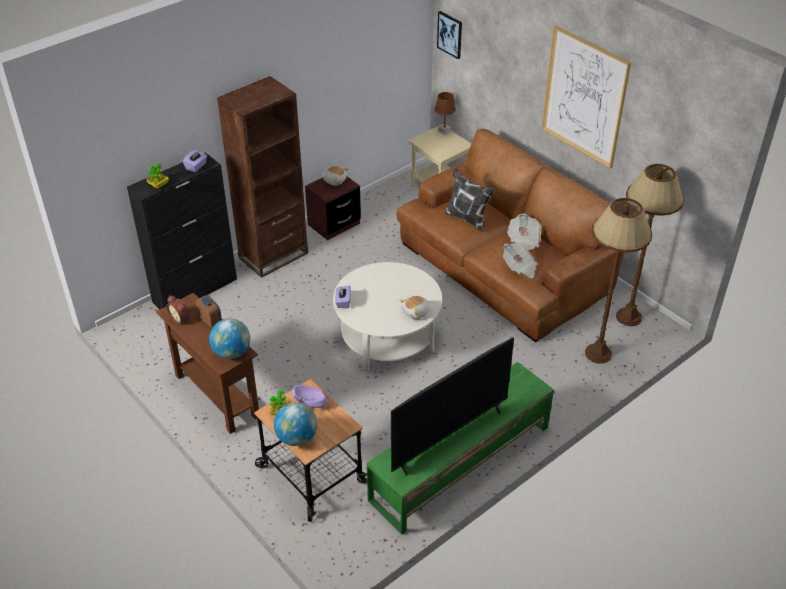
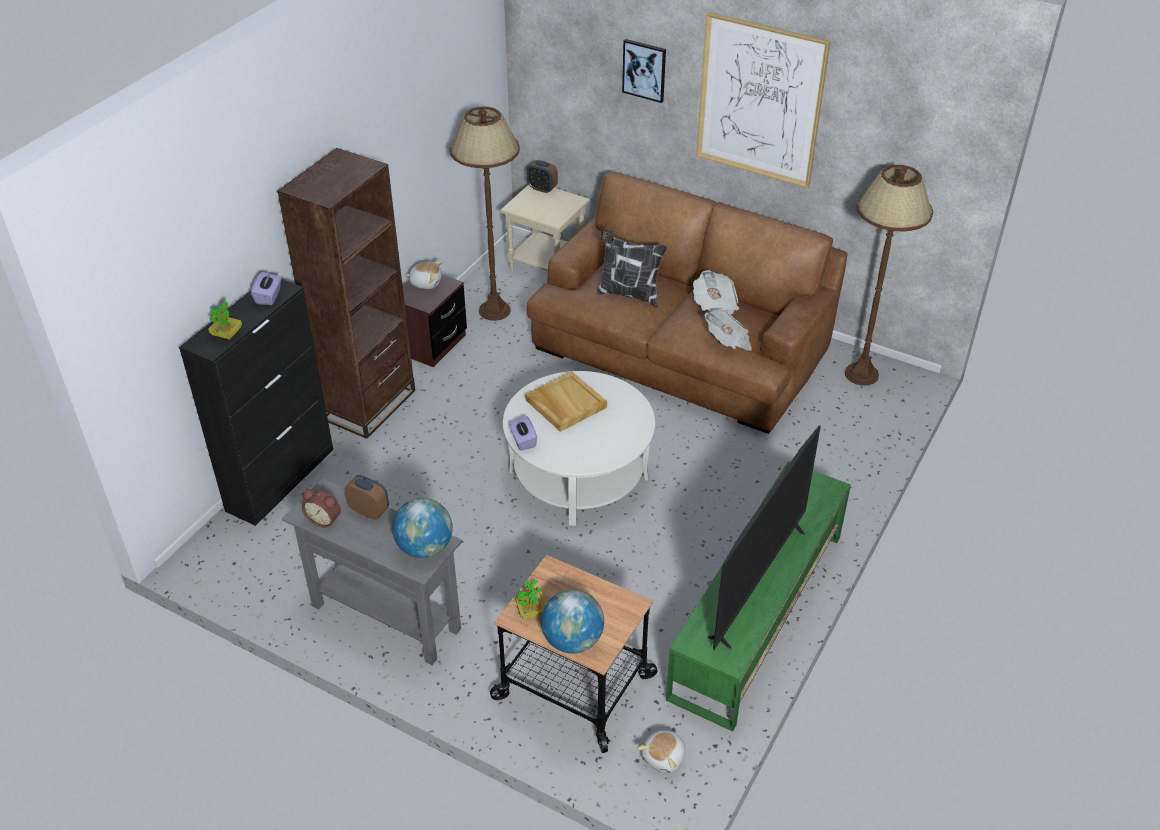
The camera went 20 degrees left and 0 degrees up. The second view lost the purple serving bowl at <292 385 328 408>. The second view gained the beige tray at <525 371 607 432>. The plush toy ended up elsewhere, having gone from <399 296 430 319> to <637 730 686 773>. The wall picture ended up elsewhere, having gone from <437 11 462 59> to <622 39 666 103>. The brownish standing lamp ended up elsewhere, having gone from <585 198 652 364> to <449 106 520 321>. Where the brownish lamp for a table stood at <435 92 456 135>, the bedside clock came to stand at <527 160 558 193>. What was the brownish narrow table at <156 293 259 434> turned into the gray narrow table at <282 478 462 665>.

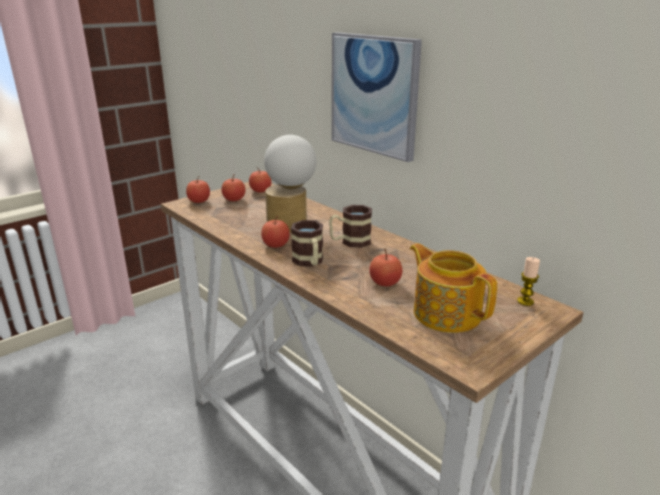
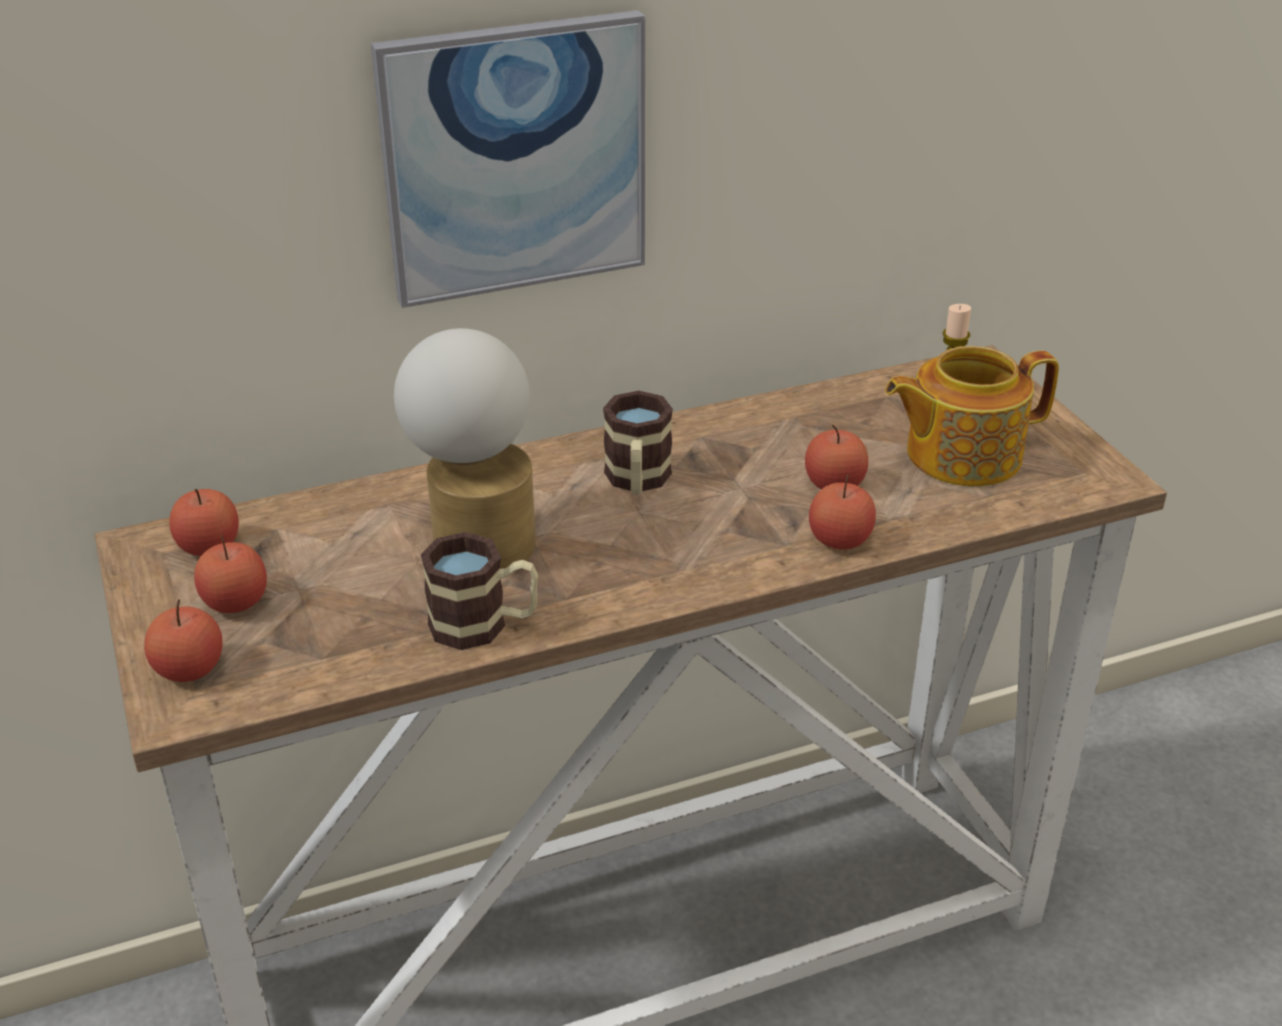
The camera went 70 degrees left and 10 degrees up. The whole apple ended up elsewhere, having gone from <261 216 290 248> to <809 474 876 550>. The tea mug ended up elsewhere, having gone from <291 220 323 267> to <421 532 538 650>.

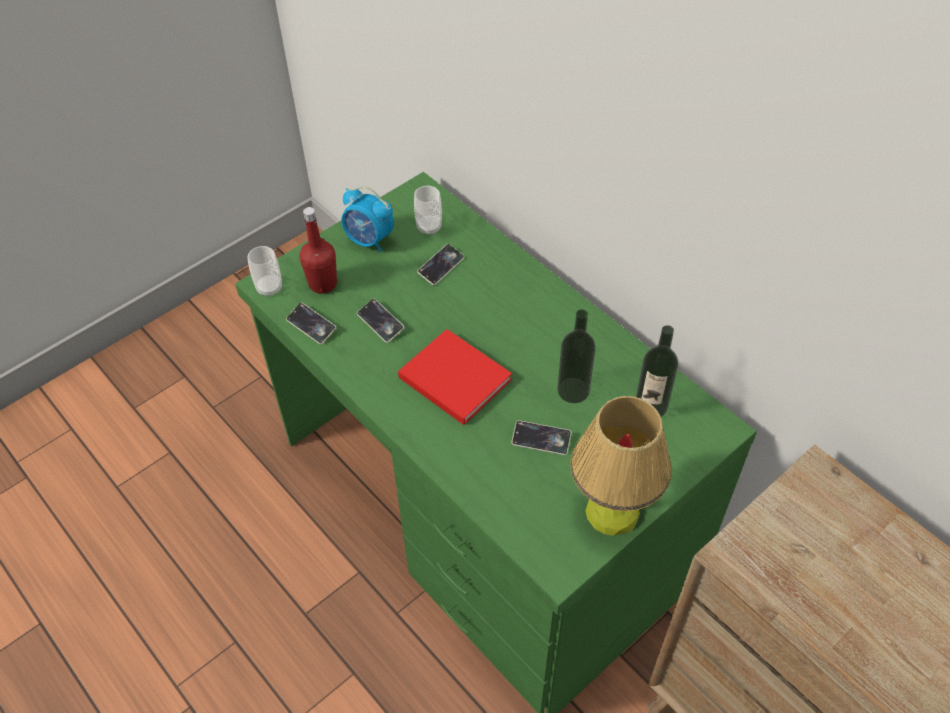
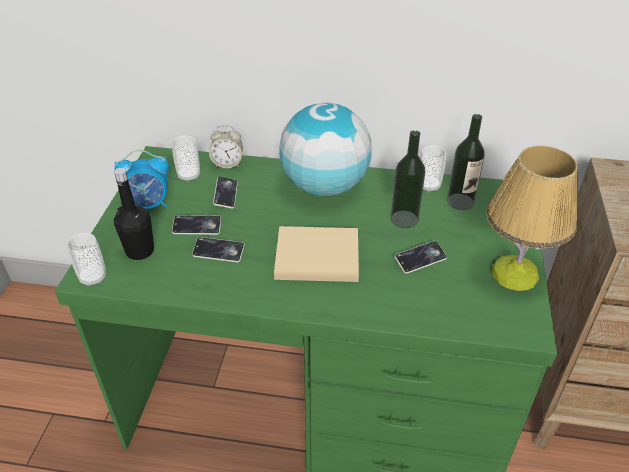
The camera went 40 degrees left and 10 degrees down. The second view gained the bedside clock at <209 125 243 168>. The second view gained the world globe at <279 103 372 196>. The second view gained the cup at <420 145 446 193>. The handset ended up elsewhere, having gone from <286 302 336 344> to <172 215 221 235>. What was the red bottle at <299 207 337 294> turned into the blackish bottle at <114 167 154 260>. What was the red book at <398 329 512 425> turned into the beige book at <274 226 359 282>.

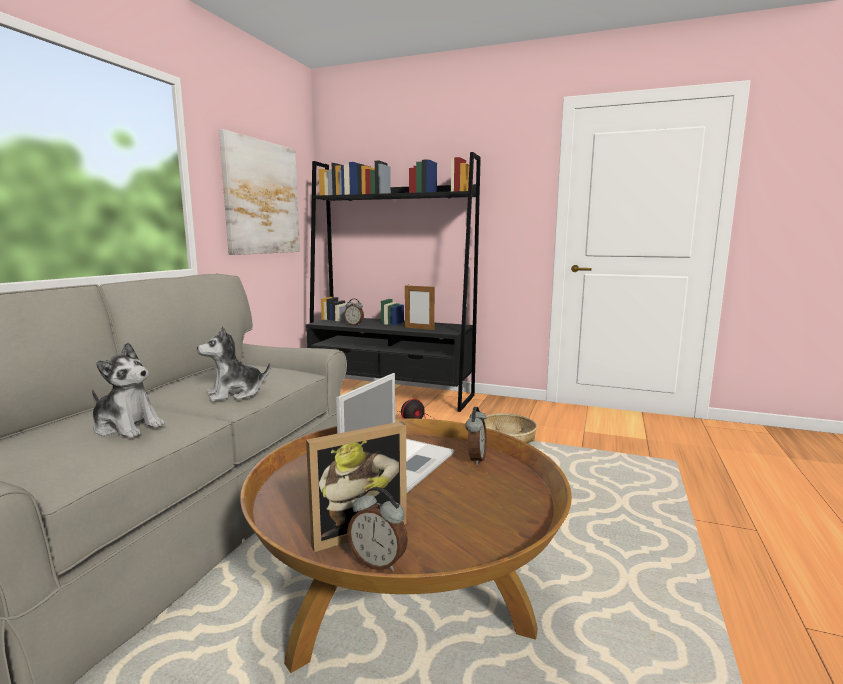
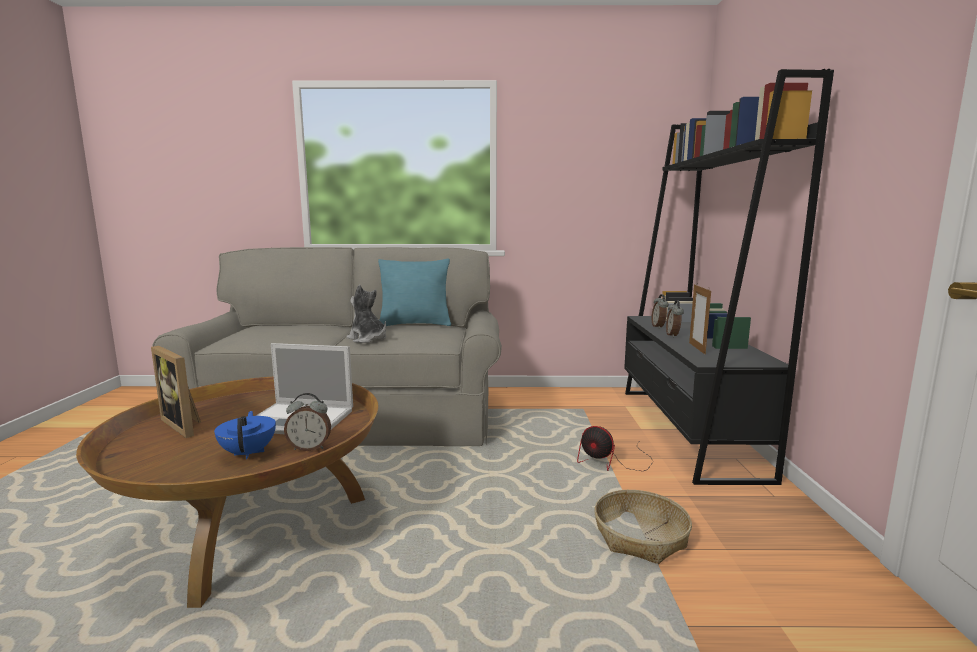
The camera went 70 degrees right and 0 degrees up. The second view lost the plush toy at <92 342 165 438>. The second view lost the wall picture at <219 129 300 255>. The second view gained the blue-coloured tea pot at <214 411 276 459>. The second view gained the blue-green pillow at <378 259 451 326>. The bedside clock ended up elsewhere, having gone from <347 487 408 571> to <666 300 684 338>.

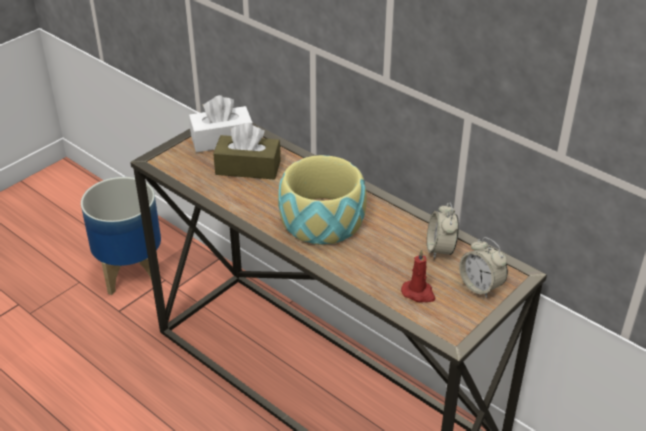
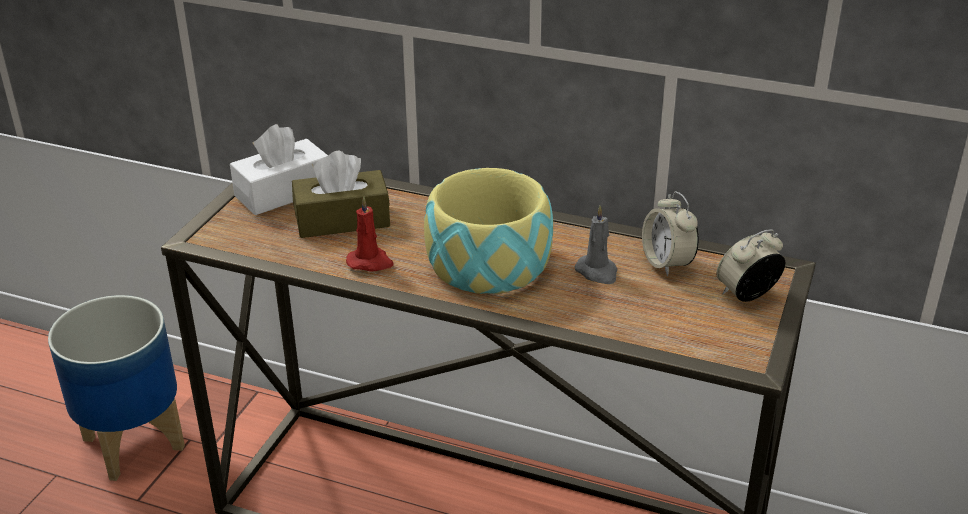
The camera went 20 degrees left and 5 degrees down. The second view gained the gray wax light at <574 205 618 284>. The red wax light ended up elsewhere, having gone from <401 249 435 302> to <346 196 394 272>. The bedside clock at <459 237 508 298> ended up facing another way, 120 degrees clockwise from before.

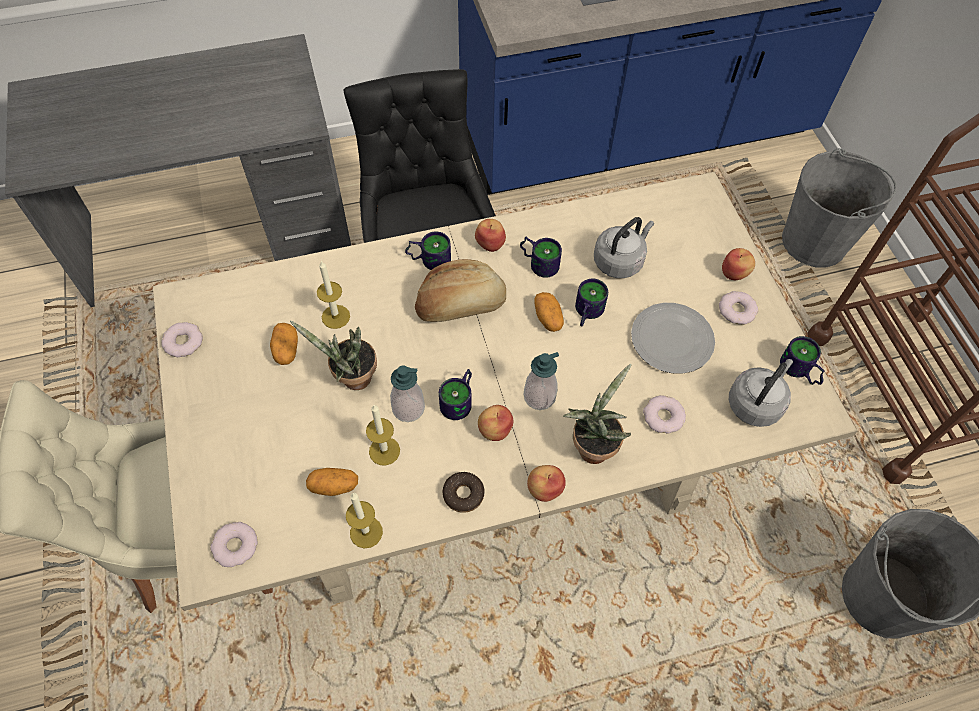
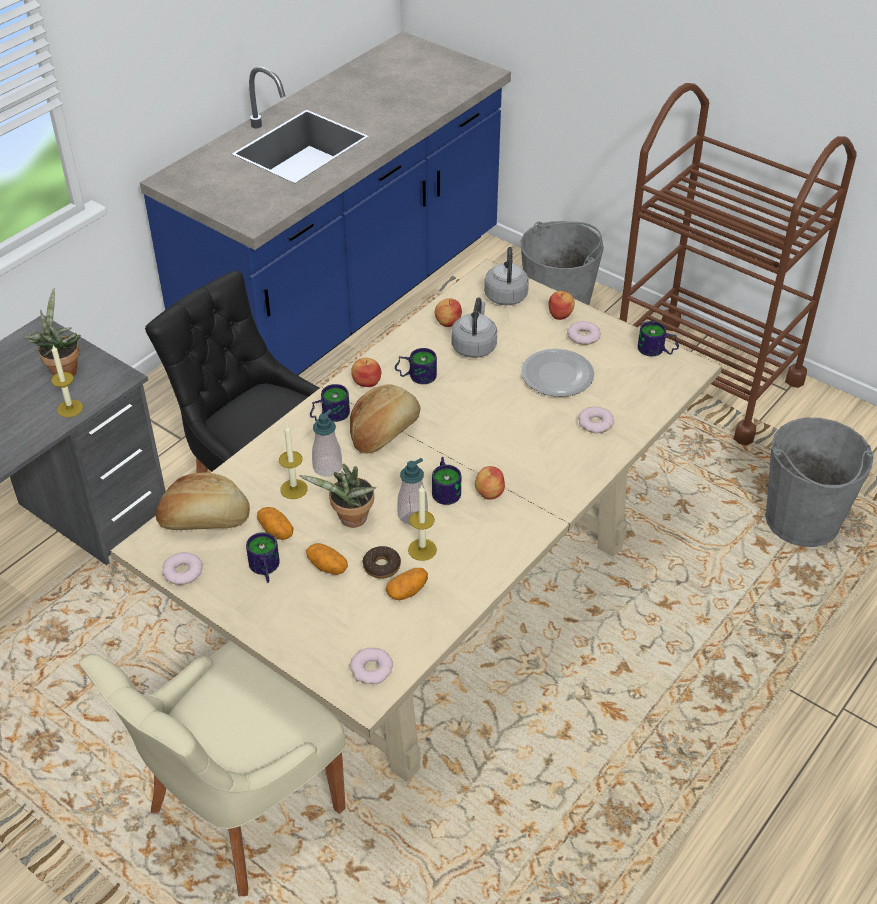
The camera went 35 degrees left and 15 degrees down. The second view gained the bakery bread at <156 472 250 530>. The wax light ended up elsewhere, having gone from <346 493 383 548> to <51 345 83 417>. The donut ended up elsewhere, having gone from <443 472 484 513> to <362 546 401 579>. The liquid soap bottle ended up elsewhere, having gone from <523 352 559 410> to <312 409 342 477>. The whole apple ended up elsewhere, having gone from <527 465 566 502> to <435 298 462 327>. The spud ended up elsewhere, having gone from <534 292 564 332> to <306 543 348 575>. The houseplant ended up elsewhere, having gone from <563 364 632 464> to <23 288 81 376>. The tea mug ended up elsewhere, having gone from <575 279 608 326> to <246 532 280 583>. The gray tea kettle ended up elsewhere, having gone from <729 359 793 427> to <484 247 529 305>.

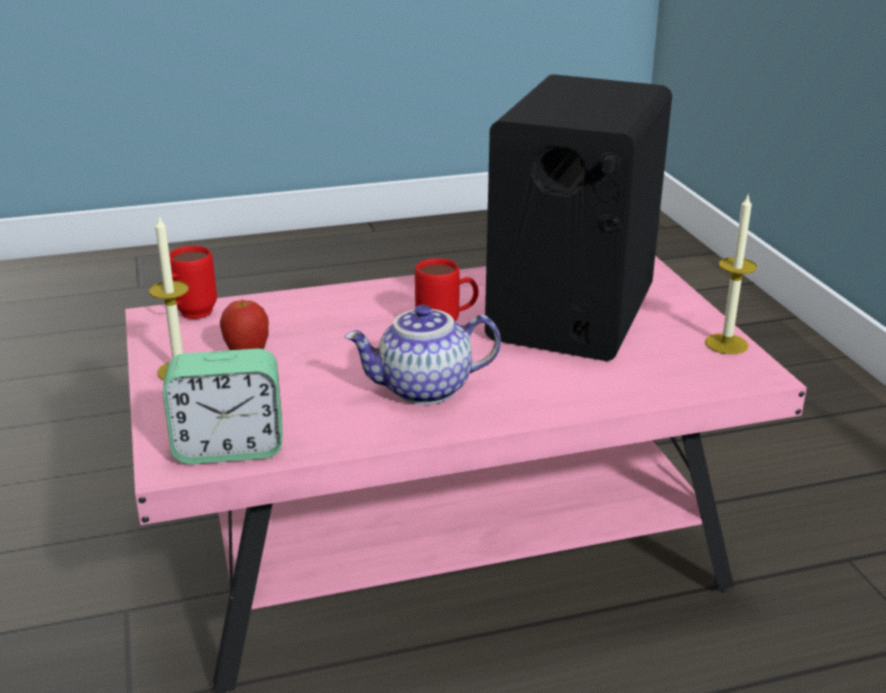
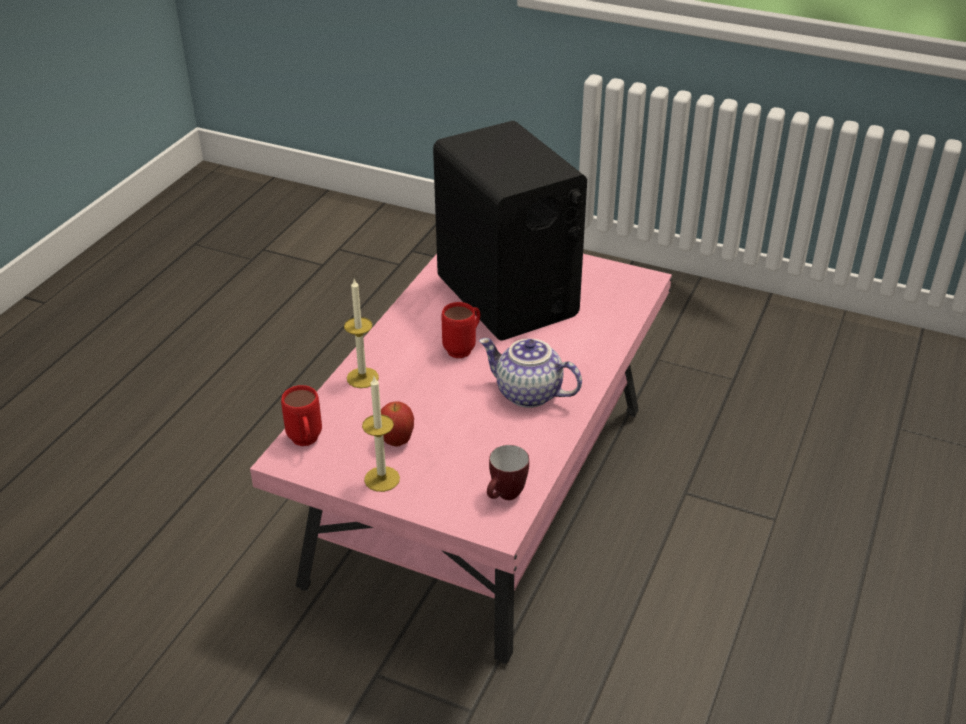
The camera went 50 degrees left and 10 degrees up. The wax light ended up elsewhere, having gone from <705 193 757 354> to <344 279 379 388>. Where the bedside clock stood at <163 348 283 464>, the tea mug came to stand at <487 445 529 500>. The tea pot at <344 305 501 405> ended up facing another way, 90 degrees clockwise from before.

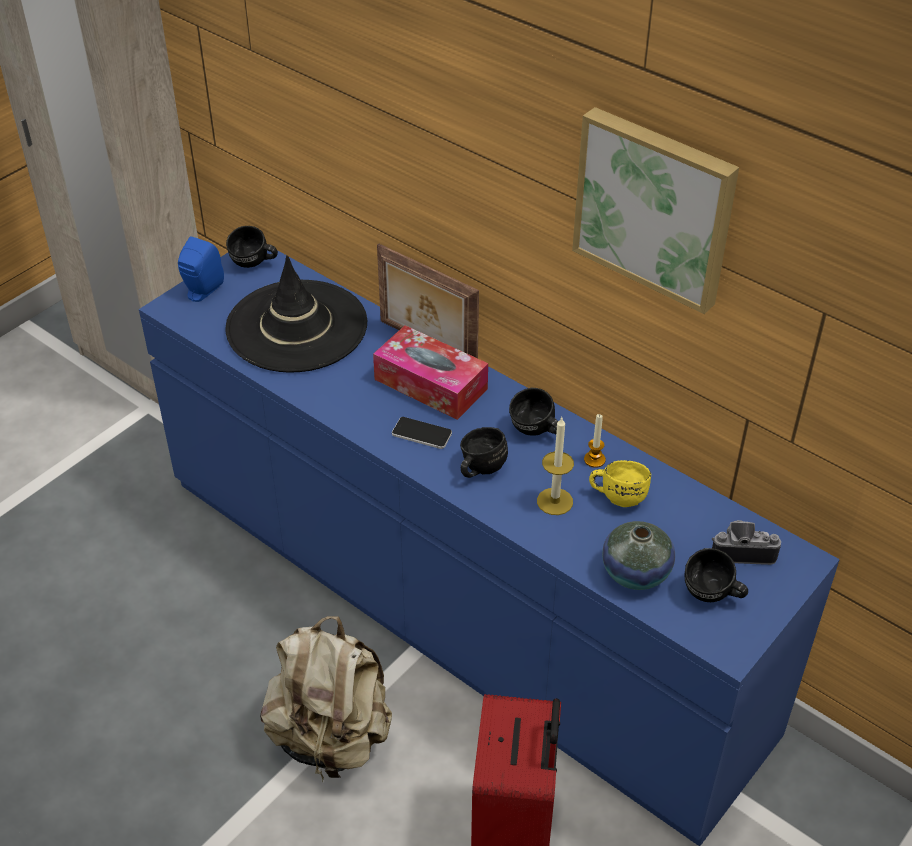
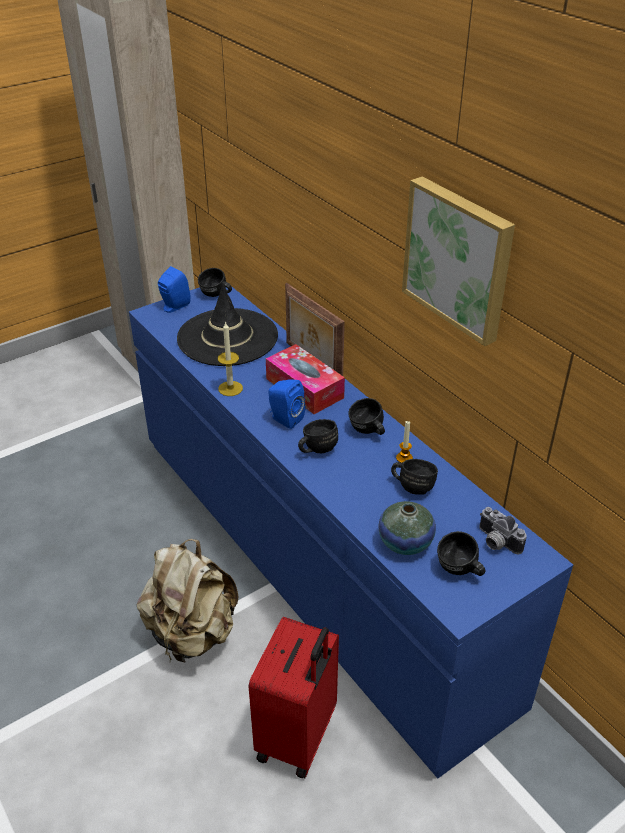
The camera went 15 degrees right and 5 degrees down. The wax light ended up elsewhere, having gone from <537 417 574 515> to <218 321 243 396>. Where the handset stood at <392 417 452 449>, the blue-coloured loudspeaker came to stand at <268 379 305 429>. What was the yellow-coloured tea mug at <589 460 651 507> turned into the blackish tea mug at <391 459 438 495>. The photo camera at <712 520 781 565> ended up facing another way, 150 degrees counterclockwise from before.

